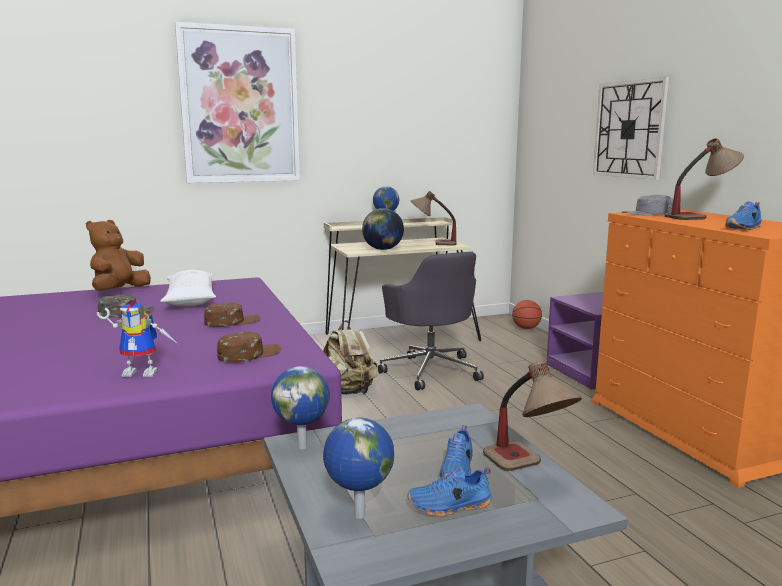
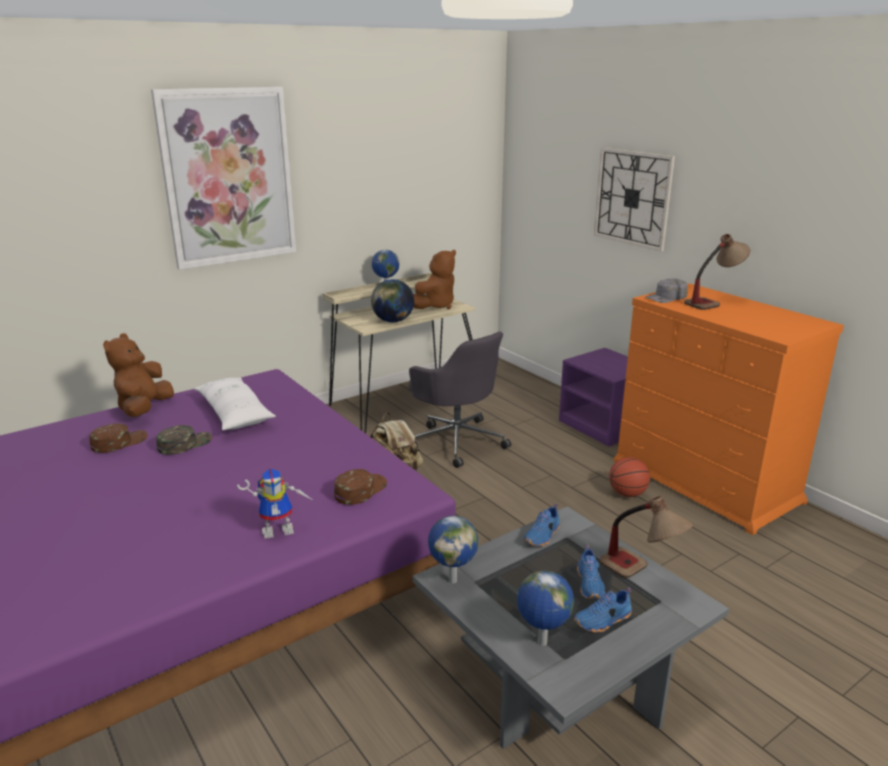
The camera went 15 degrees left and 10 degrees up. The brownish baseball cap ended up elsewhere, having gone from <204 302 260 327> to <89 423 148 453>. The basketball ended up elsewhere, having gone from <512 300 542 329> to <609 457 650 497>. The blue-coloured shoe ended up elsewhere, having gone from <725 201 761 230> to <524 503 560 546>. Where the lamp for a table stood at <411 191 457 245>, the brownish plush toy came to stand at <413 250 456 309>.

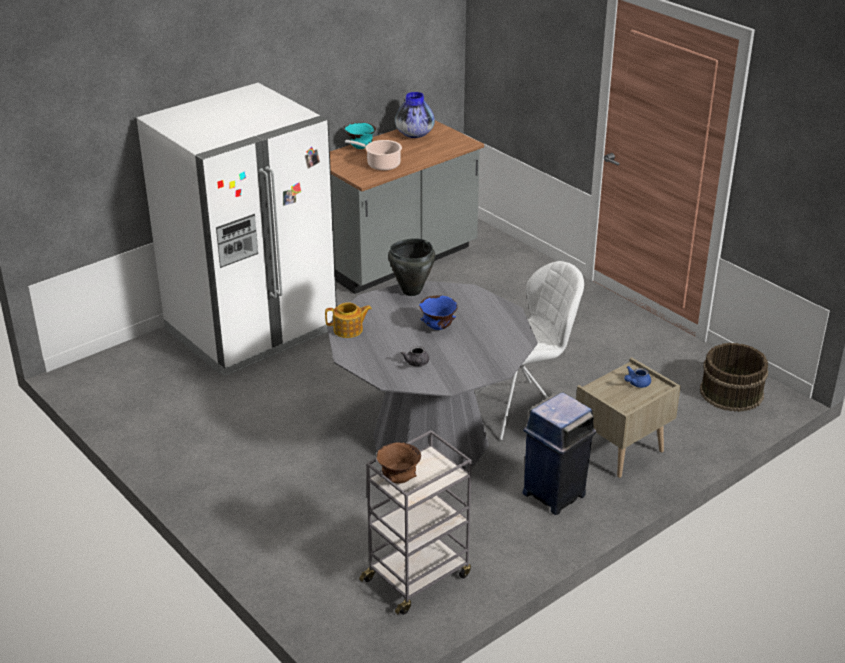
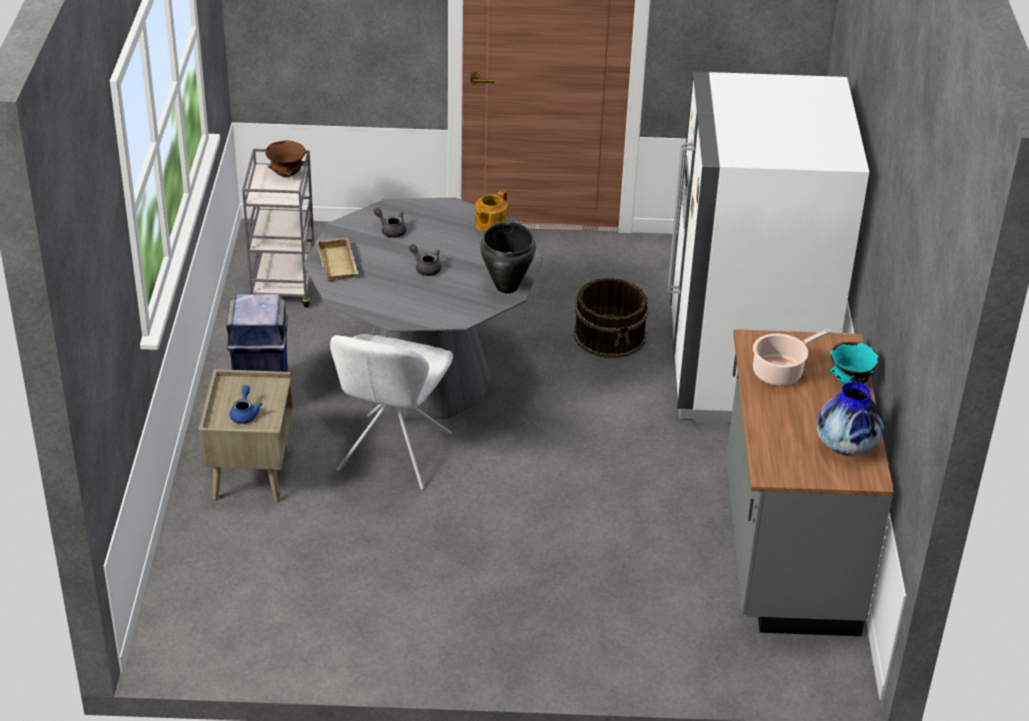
The camera went 130 degrees right and 5 degrees up. The second view gained the beige tray at <317 238 358 282>. The brownish pail ended up elsewhere, having gone from <700 343 768 412> to <574 278 648 359>. Where the blue-coloured serving bowl stood at <419 295 458 330>, the gray tea pot came to stand at <409 244 441 276>.

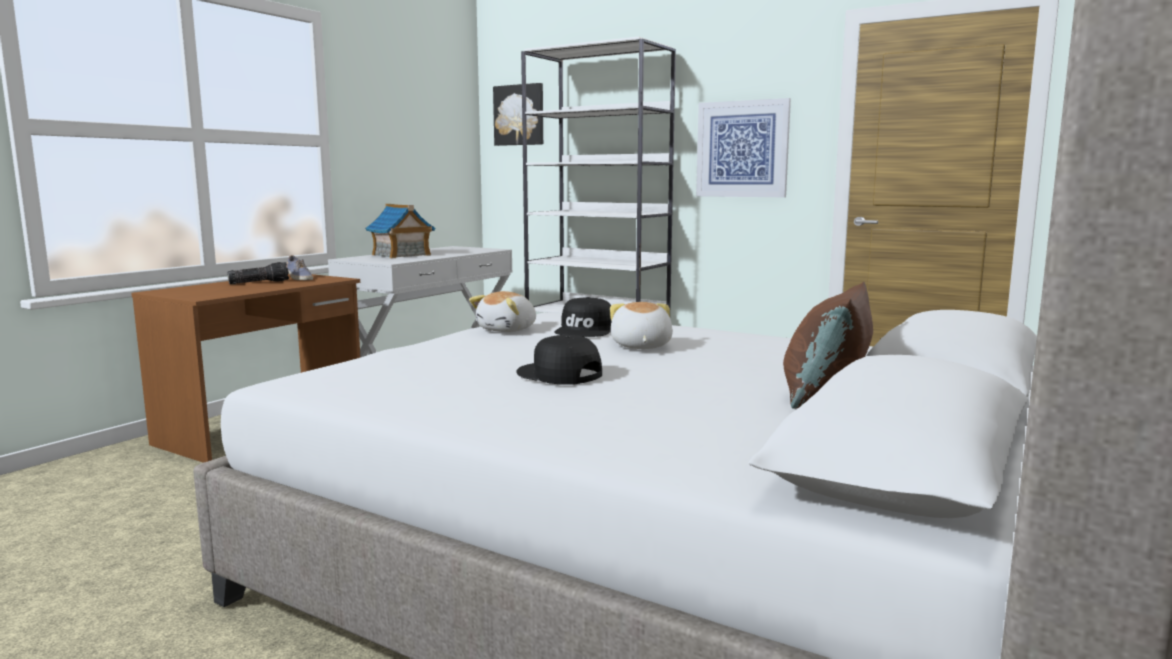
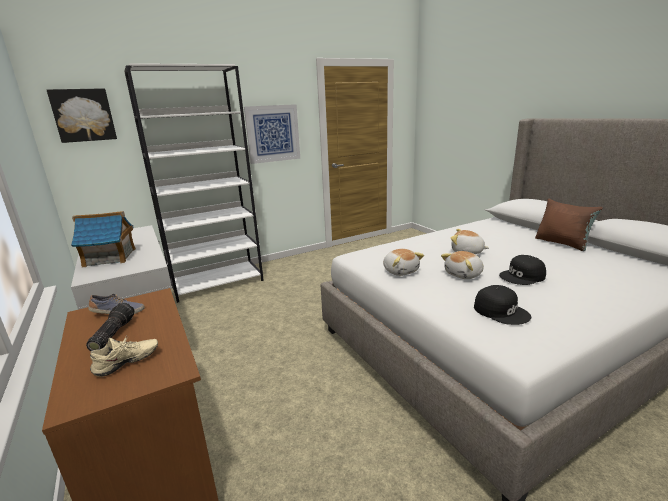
The camera went 60 degrees left and 10 degrees up. The second view gained the beige shoe at <90 335 158 377>. The second view gained the plush toy at <441 251 484 279>. The blackish baseball cap ended up elsewhere, having gone from <554 297 612 337> to <474 285 531 325>.

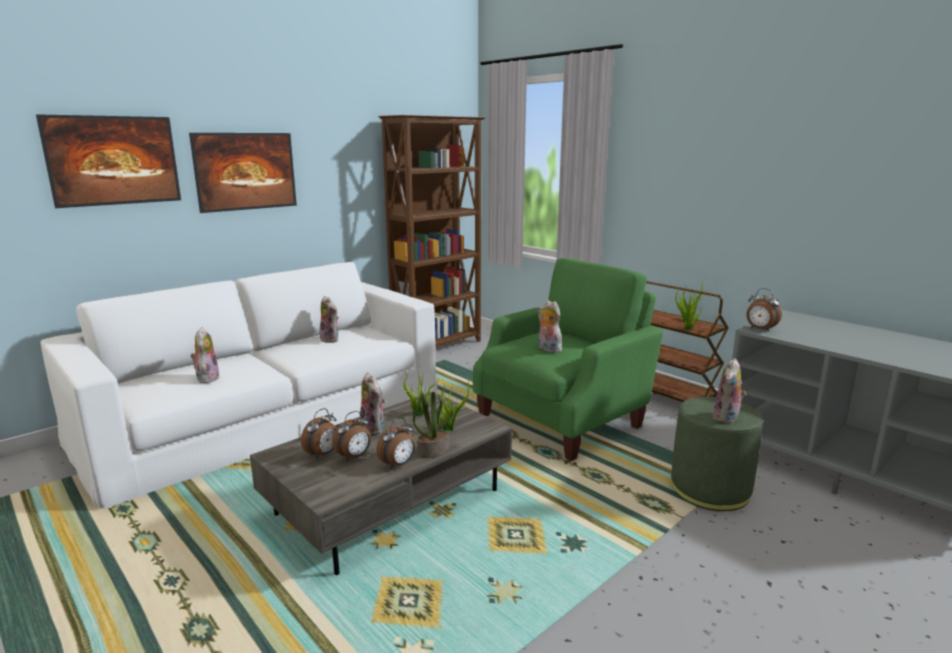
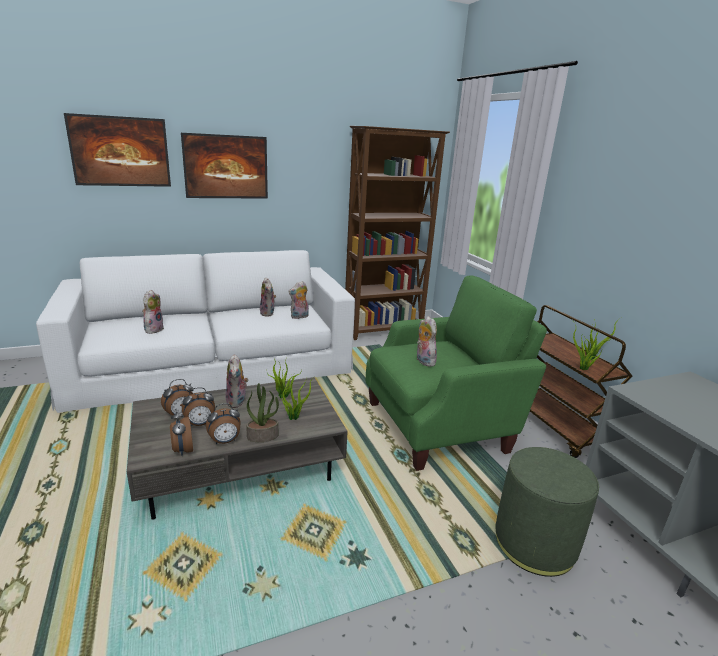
The camera went 20 degrees right and 5 degrees up. The plush toy ended up elsewhere, having gone from <713 358 747 424> to <288 281 309 319>. The bedside clock ended up elsewhere, having gone from <746 288 782 332> to <170 409 193 456>.

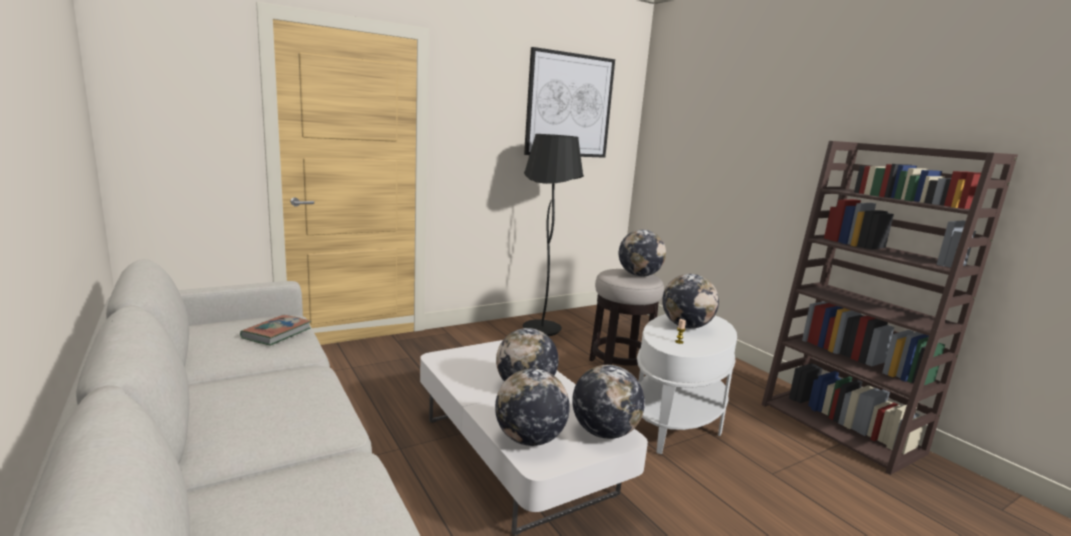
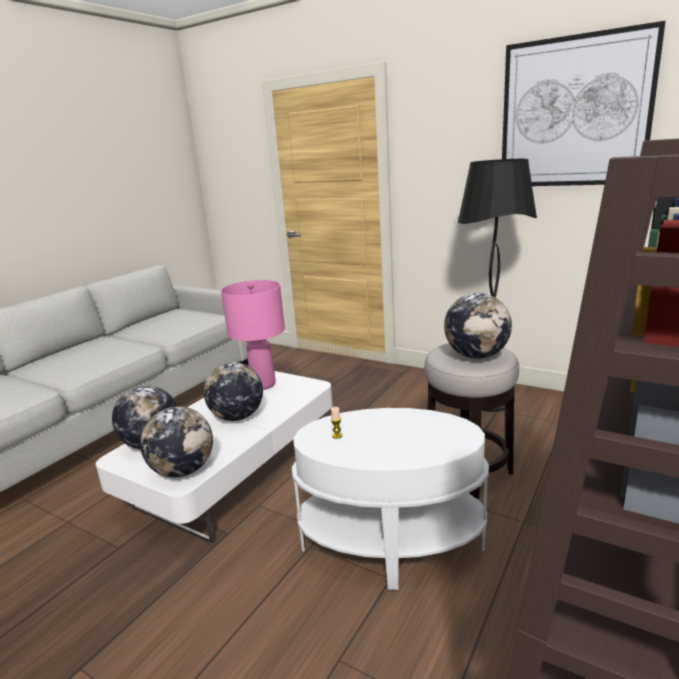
The camera went 65 degrees right and 5 degrees up. The second view lost the book at <240 315 311 346>. The second view lost the world globe at <662 274 719 329>. The second view gained the pink-coloured lamp for a table at <221 280 285 390>.

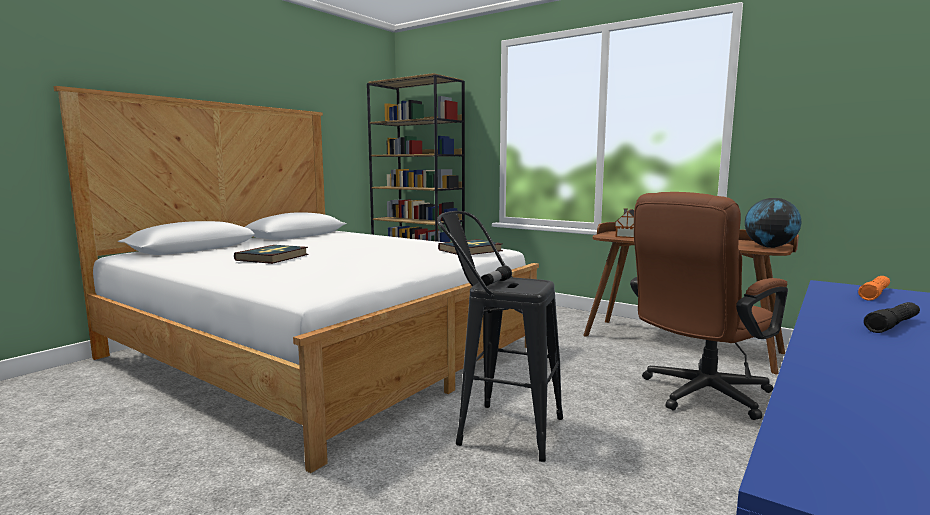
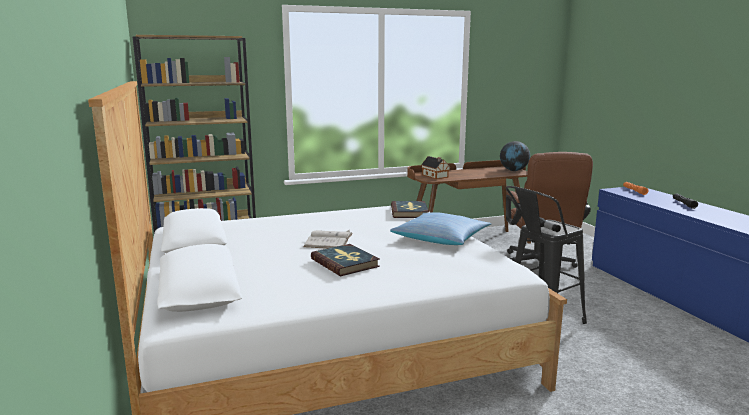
The camera went 55 degrees left and 5 degrees up. The second view gained the white book at <303 230 353 249>. The second view gained the pillow at <390 213 492 245>.

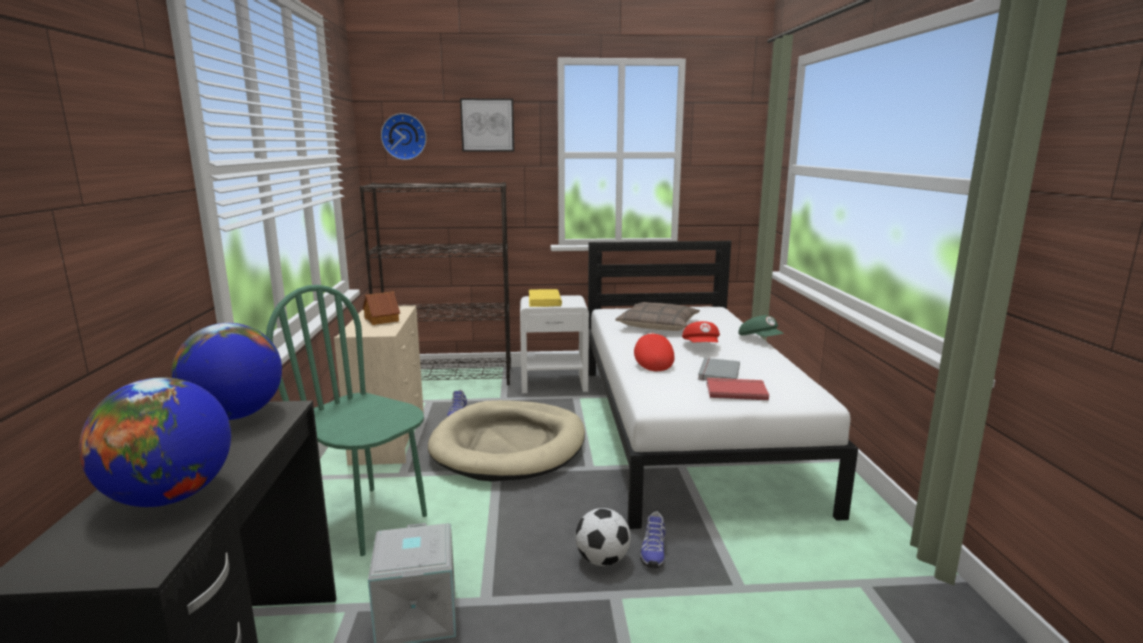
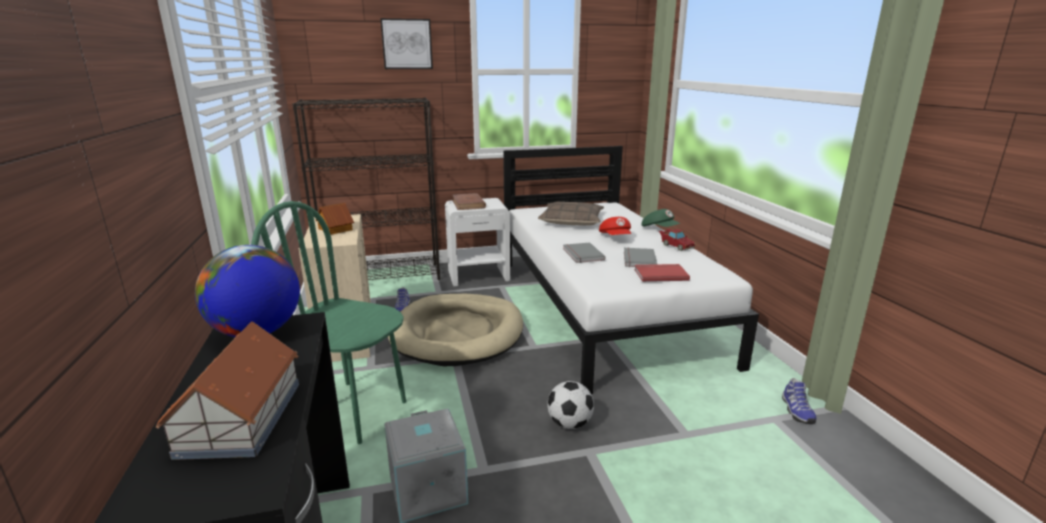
The camera went 10 degrees left and 5 degrees up. The second view lost the hanging clock at <381 113 426 160>. The second view gained the red toy car at <659 229 696 251>. The shoe ended up elsewhere, having gone from <640 512 666 568> to <782 378 817 424>. Where the world globe stood at <79 377 231 507>, the model house came to stand at <156 321 299 460>. Where the red baseball cap stood at <634 333 674 371>, the gray book came to stand at <563 243 606 263>. What was the yellow-coloured book at <529 289 562 307> turned into the brownish book at <452 193 486 210>.

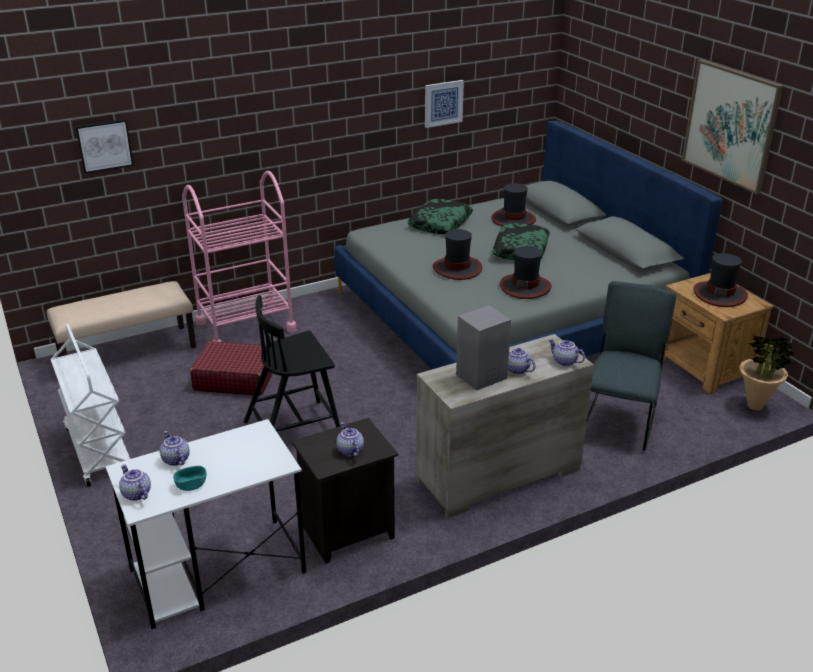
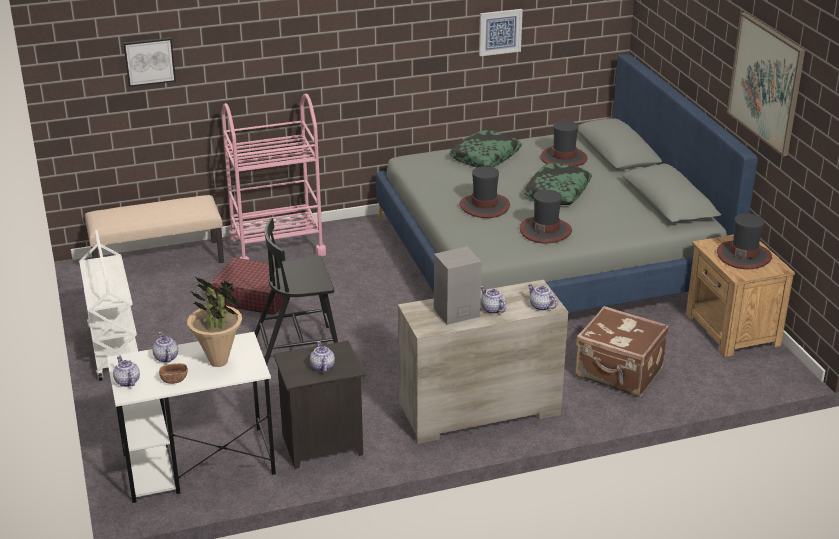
The camera went 10 degrees right and 0 degrees up. The houseplant ended up elsewhere, having gone from <740 335 796 410> to <187 276 242 367>. Where the gray upright chair stood at <587 281 676 451>, the brownish suitcase came to stand at <576 306 669 397>. What was the blue-green serving bowl at <173 466 207 491> turned into the brownish serving bowl at <159 363 188 384>.

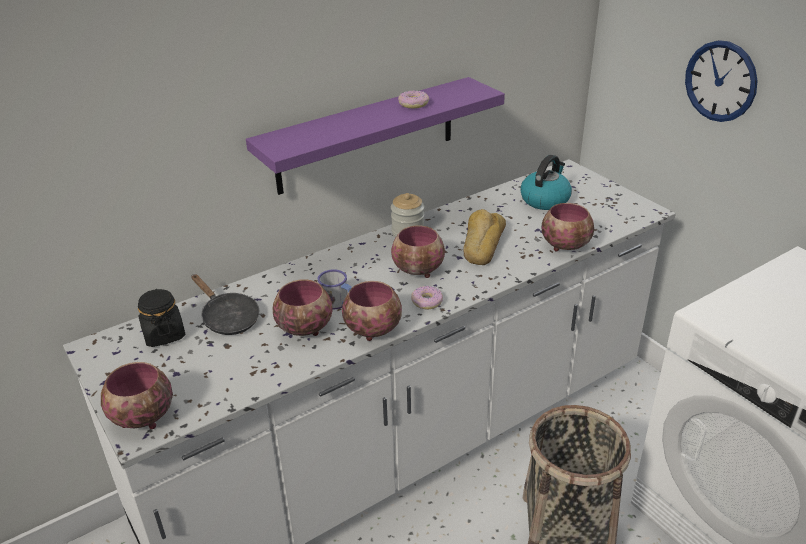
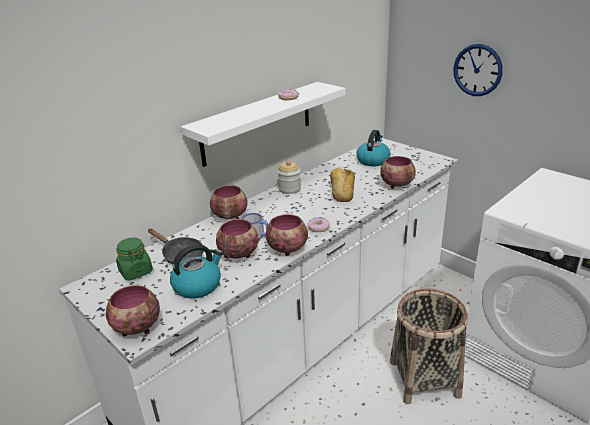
The camera went 10 degrees left and 5 degrees down. The second view gained the tea kettle at <170 244 223 299>. The serving bowl ended up elsewhere, having gone from <391 226 445 278> to <210 185 248 219>. What was the blackish jar at <138 289 185 347> turned into the green jar at <116 238 153 281>. What was the purple shelf at <246 77 505 195> turned into the white shelf at <181 82 346 167>.

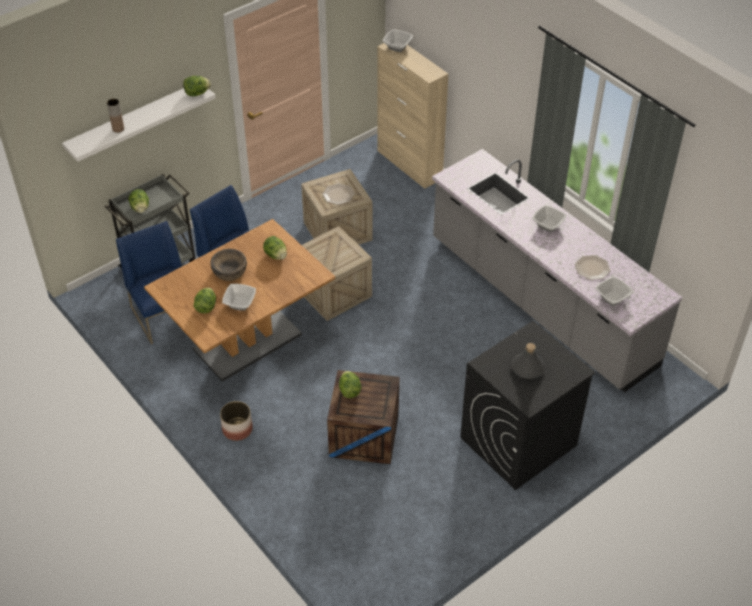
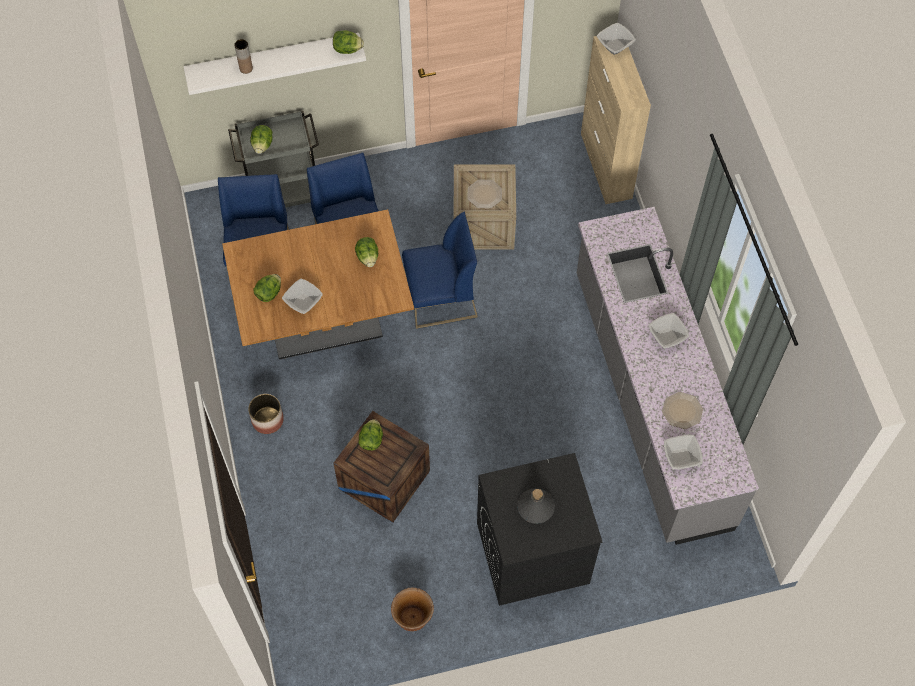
The camera went 25 degrees right and 15 degrees up. The second view lost the brownish serving bowl at <210 249 247 281>. The second view gained the brownish flower pot at <391 588 434 631>. Where the crate stood at <302 226 372 321>, the blue-coloured upright chair came to stand at <402 212 478 329>.

